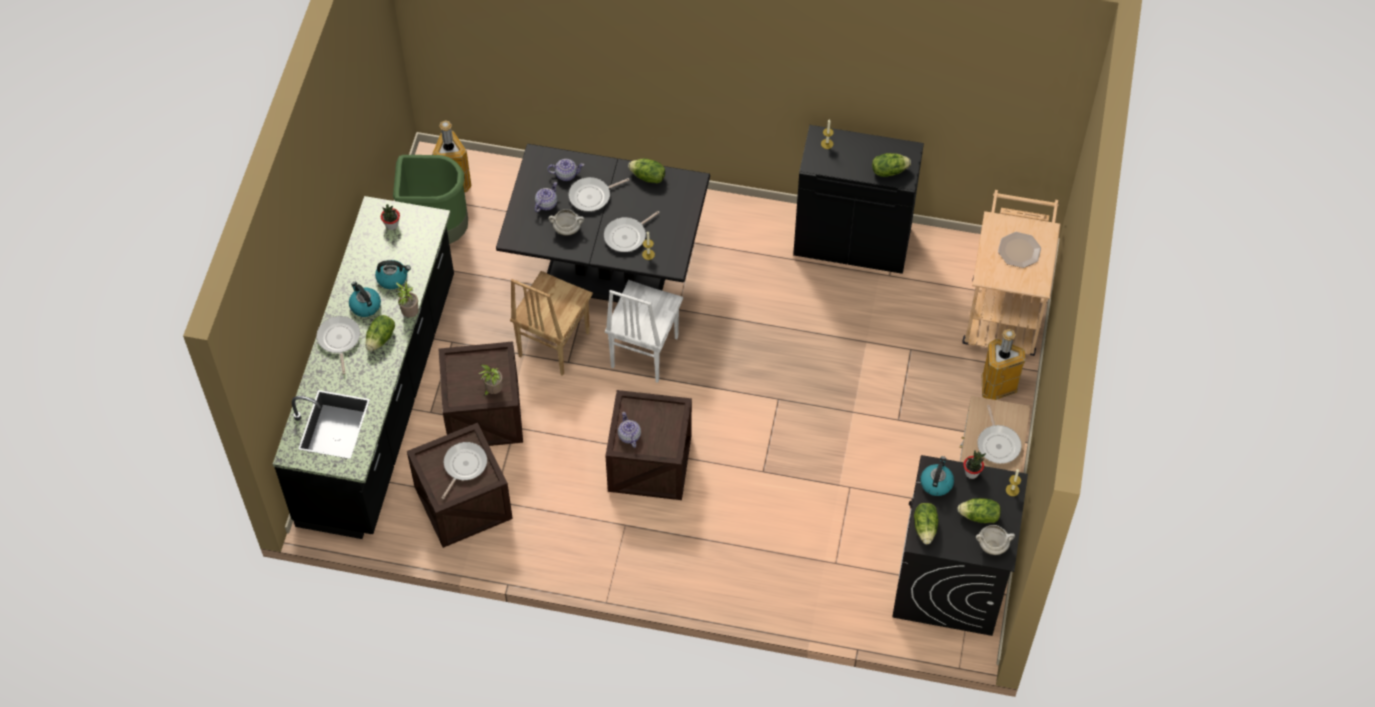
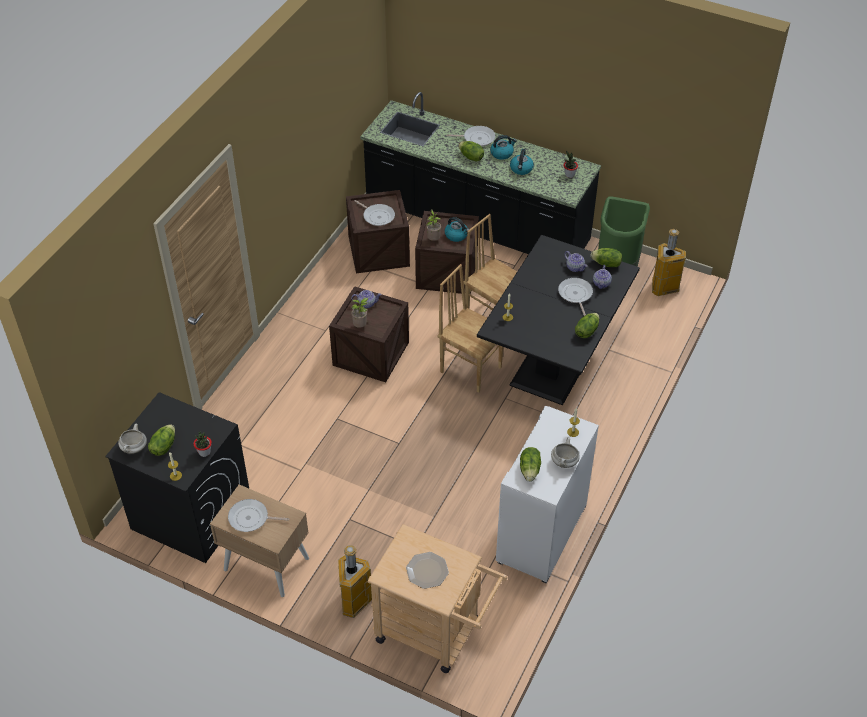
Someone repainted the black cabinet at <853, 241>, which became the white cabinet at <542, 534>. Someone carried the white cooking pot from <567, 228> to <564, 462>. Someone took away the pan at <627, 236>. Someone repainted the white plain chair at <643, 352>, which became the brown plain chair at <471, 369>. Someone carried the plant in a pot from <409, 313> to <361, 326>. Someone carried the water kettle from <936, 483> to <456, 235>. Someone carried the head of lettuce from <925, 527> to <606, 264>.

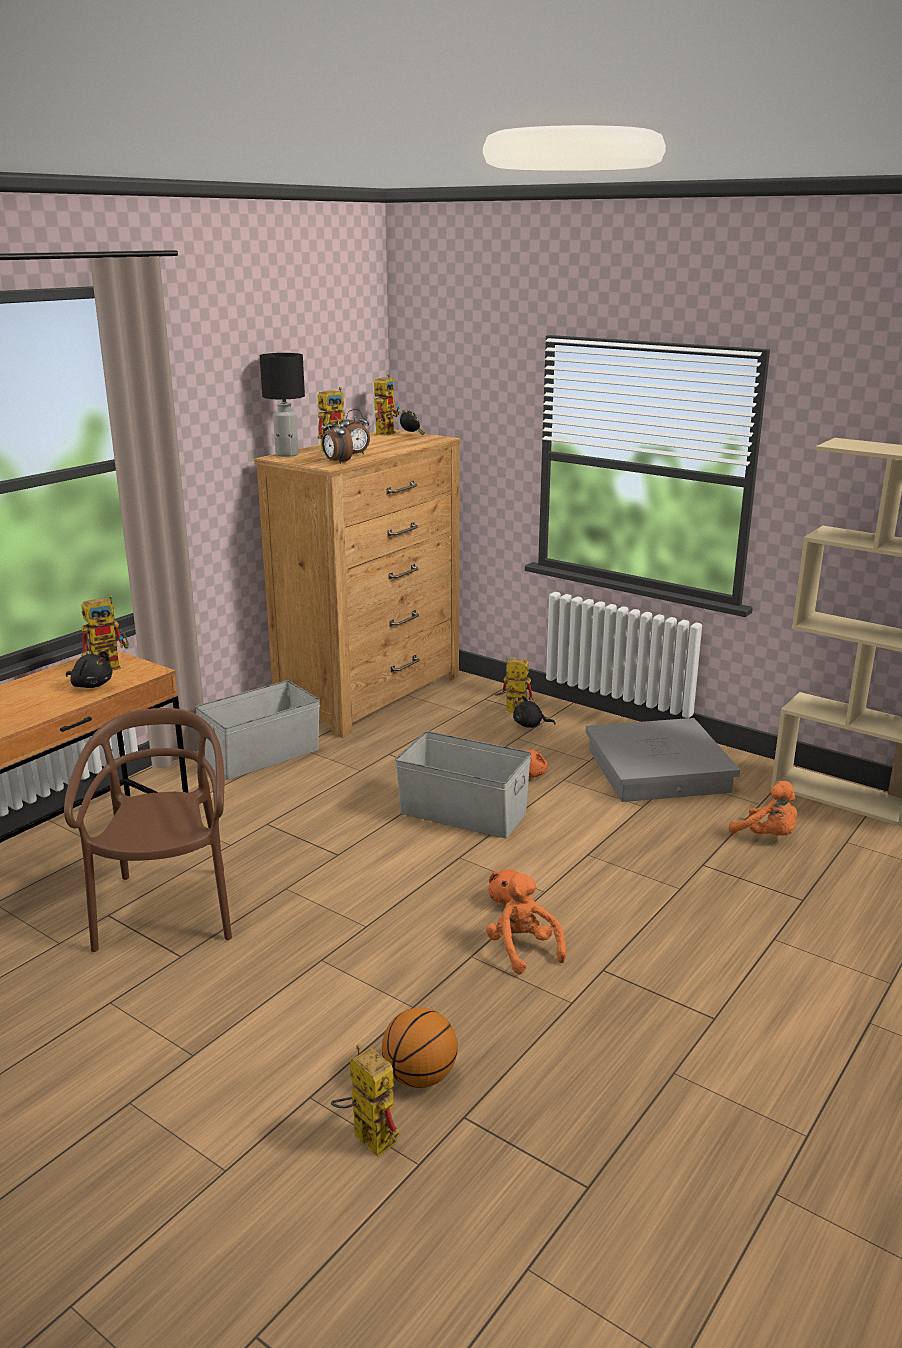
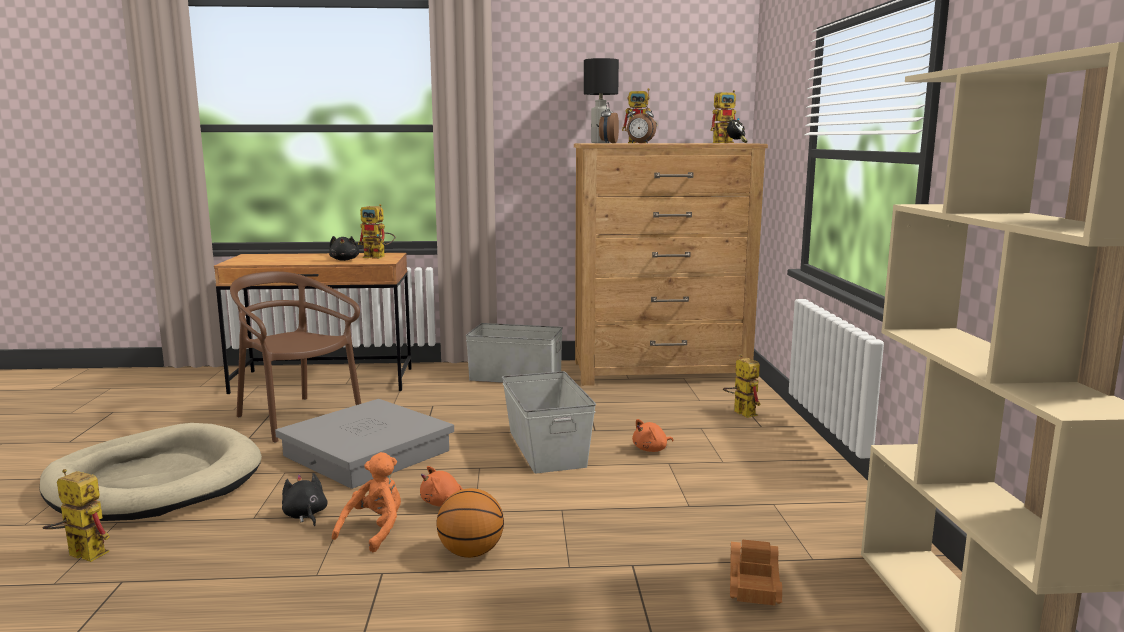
Someone carried the black soft toy from <530, 725> to <305, 515>. Someone rotated the brown plain chair at <168, 909> by 90 degrees counterclockwise. Someone carried the gray storage container from <658, 770> to <367, 453>. Someone swapped the orange soft toy at <767, 836> for the toy truck at <752, 582>. Someone carried the basketball ball from <420, 1076> to <471, 553>. Someone rotated the robot figure at <365, 1136> by 75 degrees counterclockwise. Someone put down the beige-coloured dog cushion at <155, 481>.

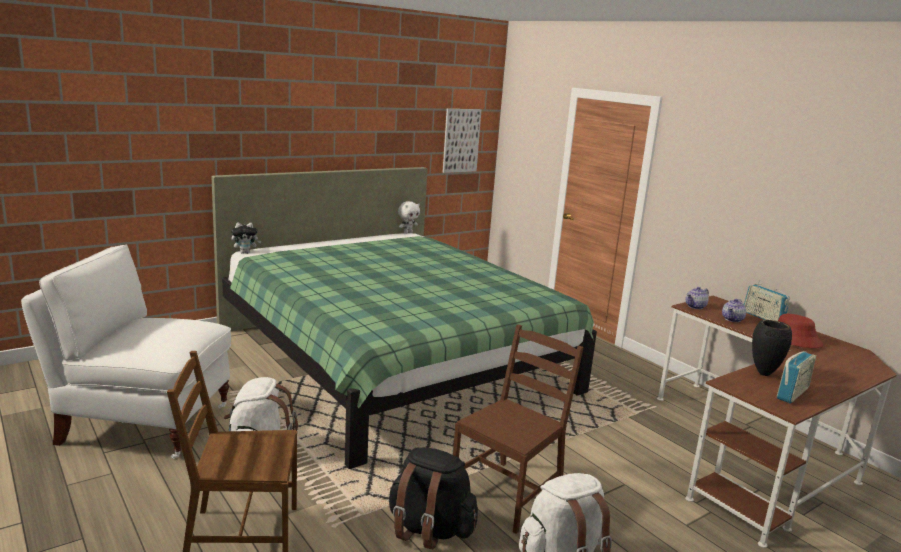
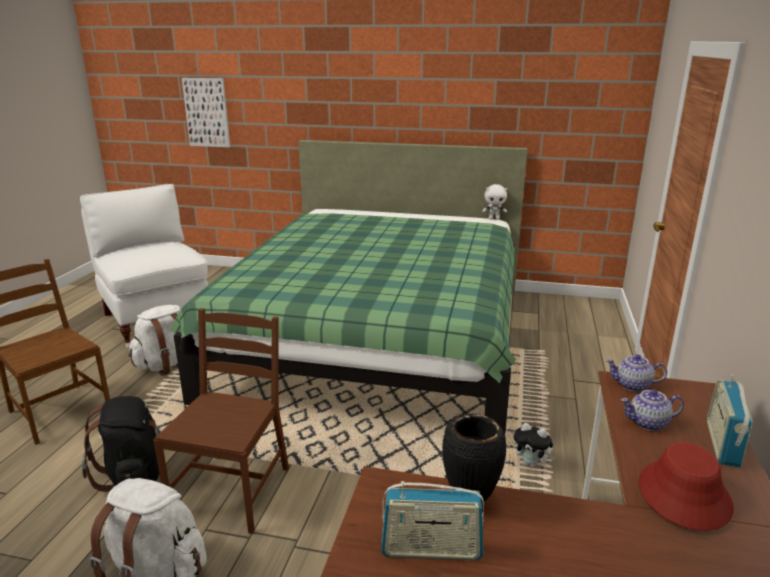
Someone carried the wall picture from <461, 140> to <207, 112>. Someone carried the soft toy from <245, 252> to <531, 464>. Someone rotated the brown plain chair at <508, 494> by 75 degrees counterclockwise.

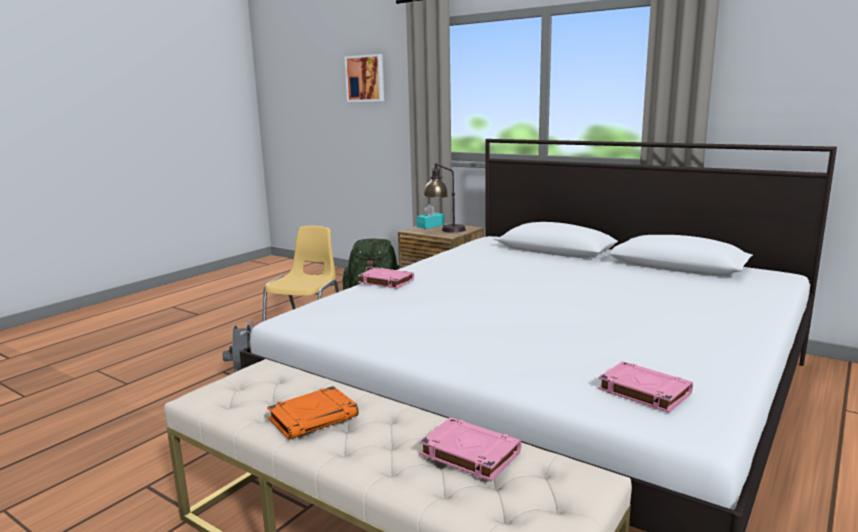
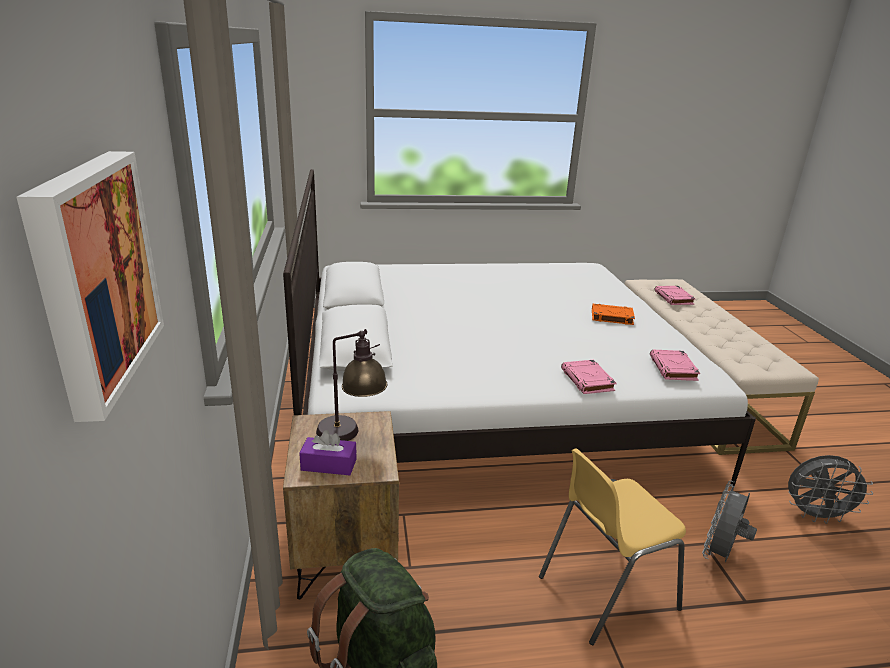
Someone repainted the blue-green tissue box at <430, 226>, which became the purplish tissue box at <329, 465>. Someone carried the pinkish bound book from <643, 391> to <673, 369>. Someone carried the orange bound book from <314, 417> to <611, 317>. Someone put down the gray electric fan at <815, 515>.

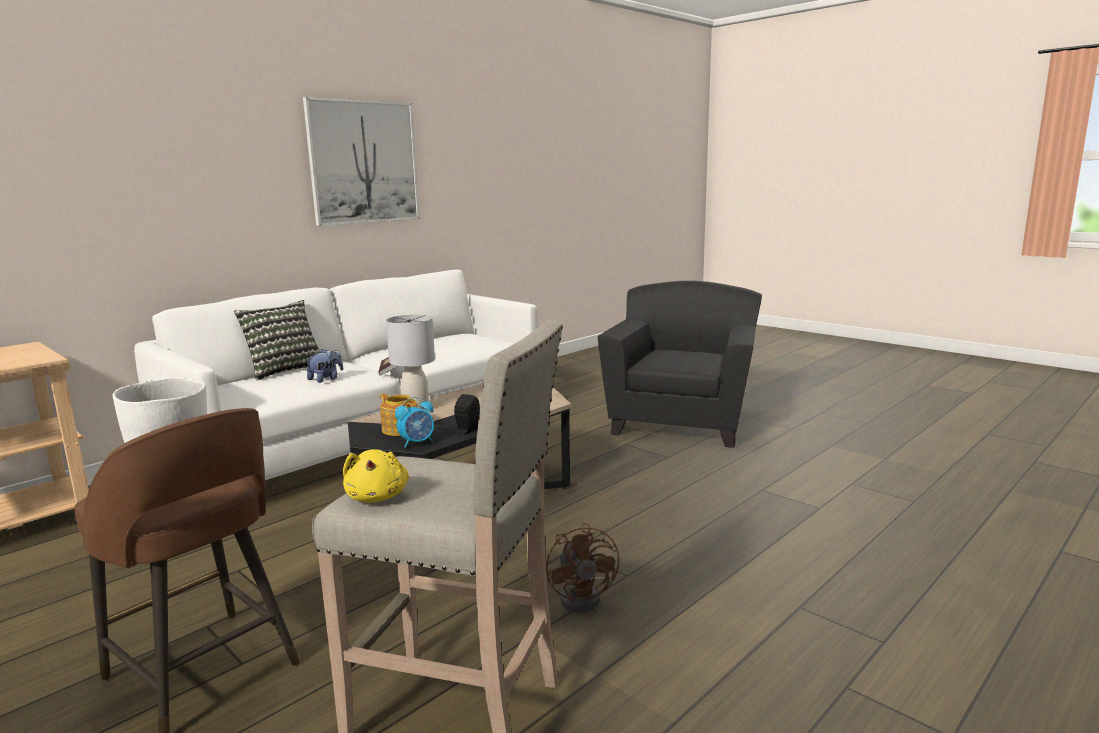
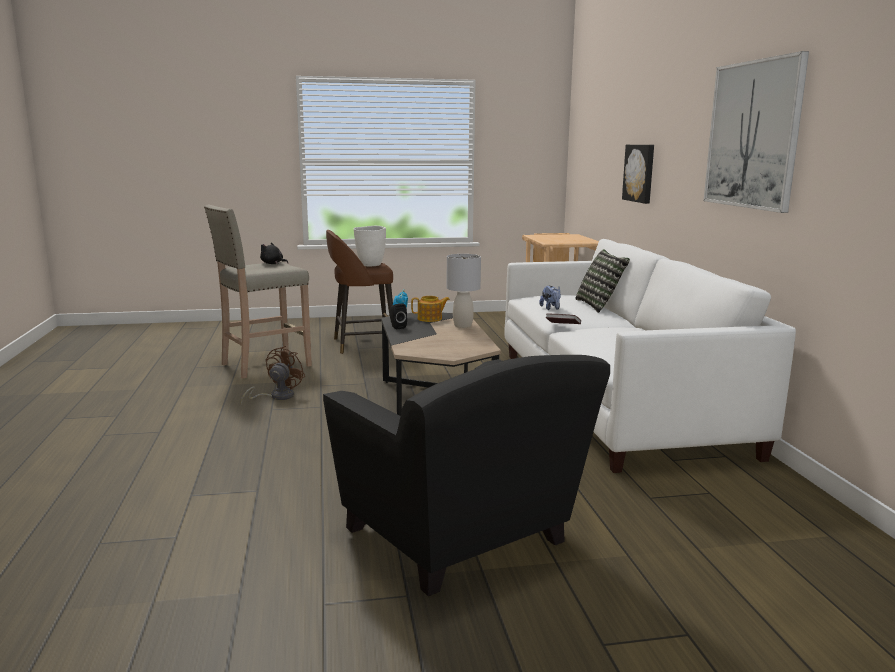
Someone repainted the yellow soft toy at <377, 496>, which became the black soft toy at <273, 264>. Someone rotated the brown electric fan at <585, 597> by 90 degrees clockwise. Someone put up the wall picture at <640, 173>.

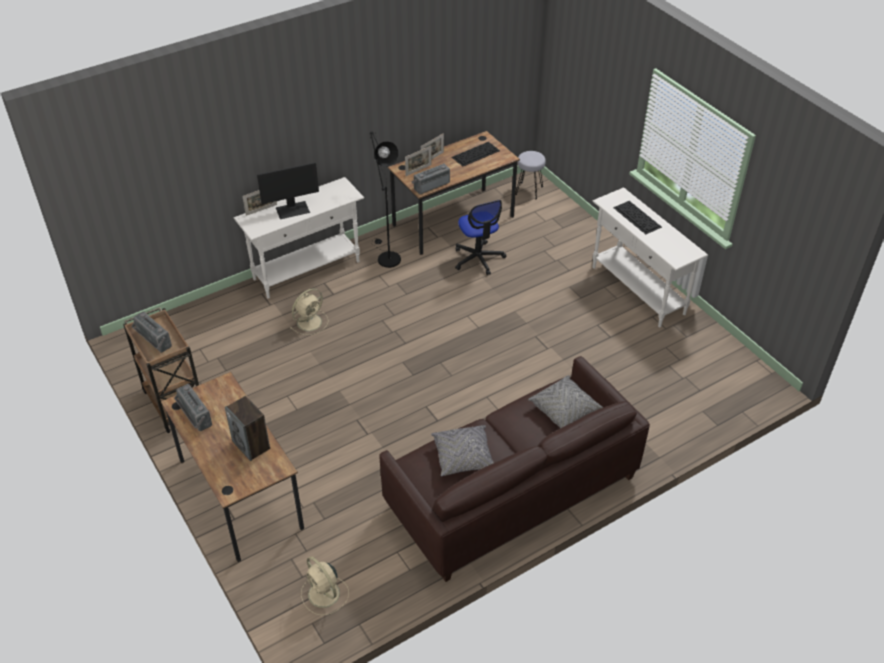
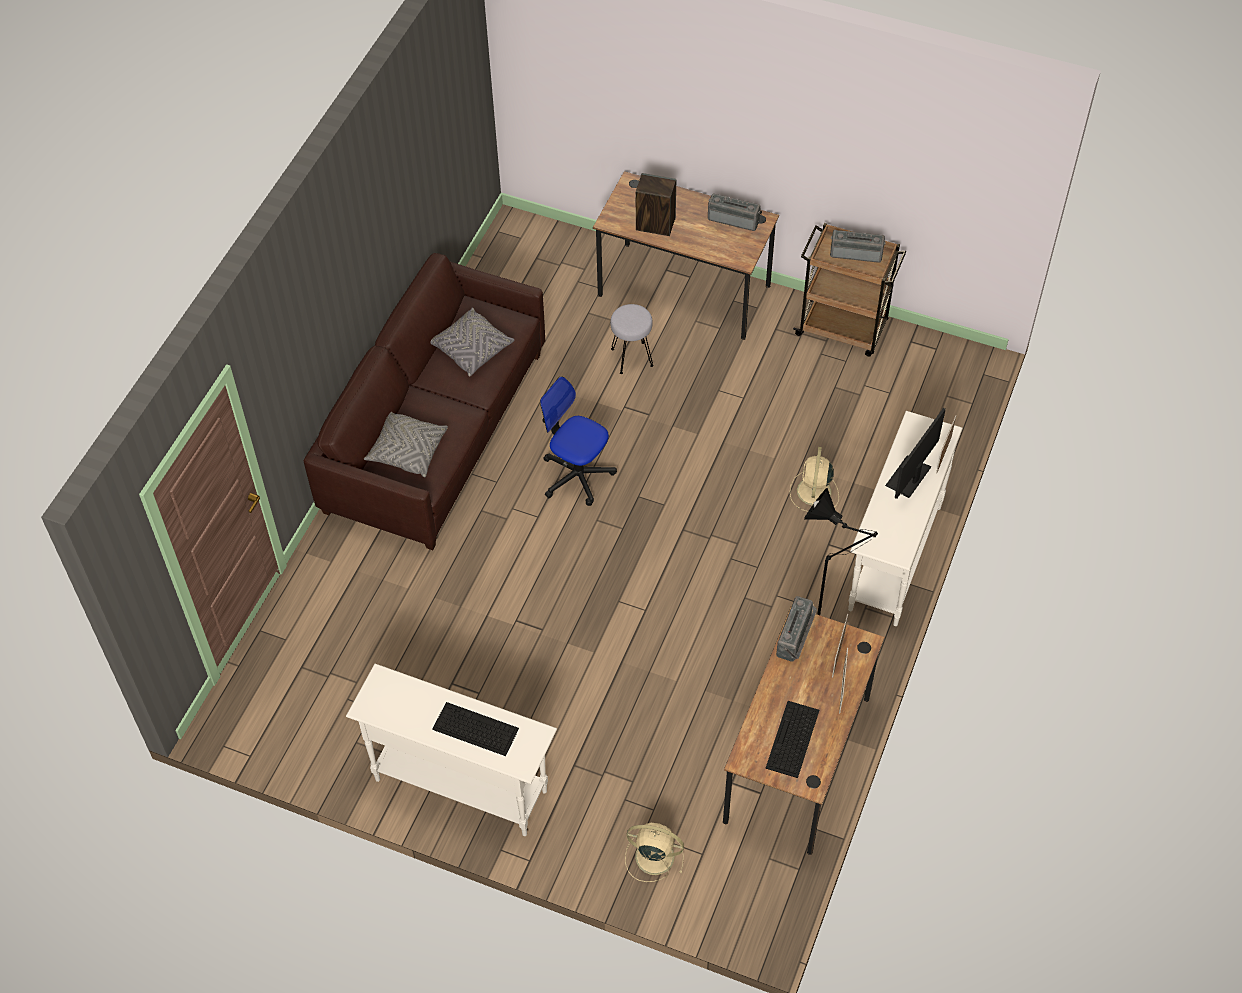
Someone carried the gray sitting stool from <529, 191> to <631, 357>. Someone carried the computer chair from <478, 259> to <577, 475>. Someone carried the beige-coloured electric fan from <325, 595> to <653, 856>.

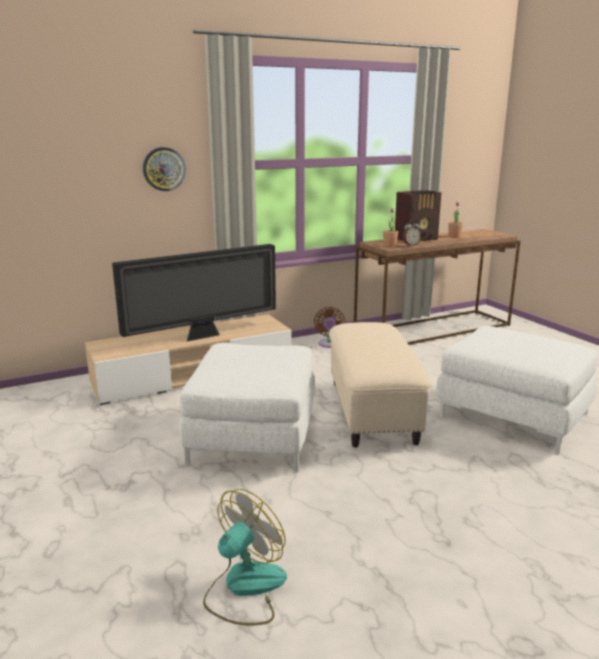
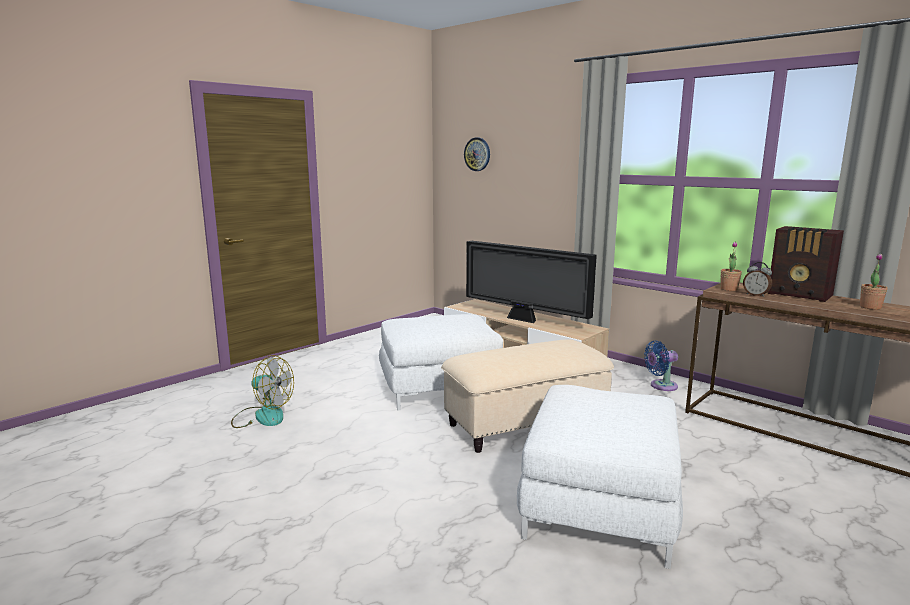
Someone carried the hanging clock from <164, 169> to <477, 154>. Someone repainted the brown electric fan at <329, 344>, which became the blue electric fan at <661, 386>.

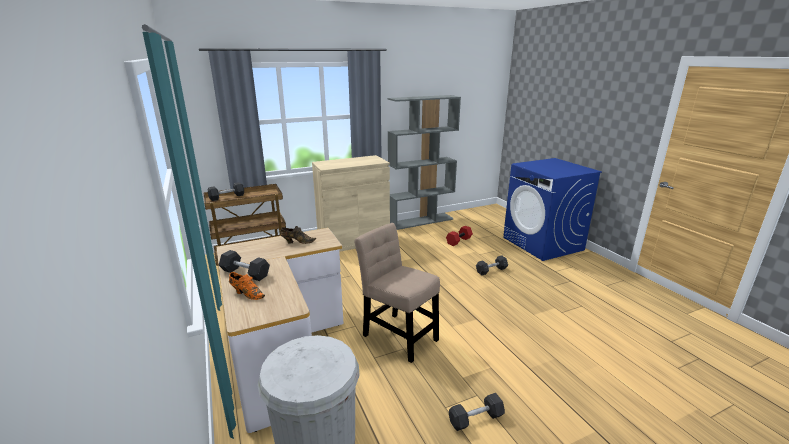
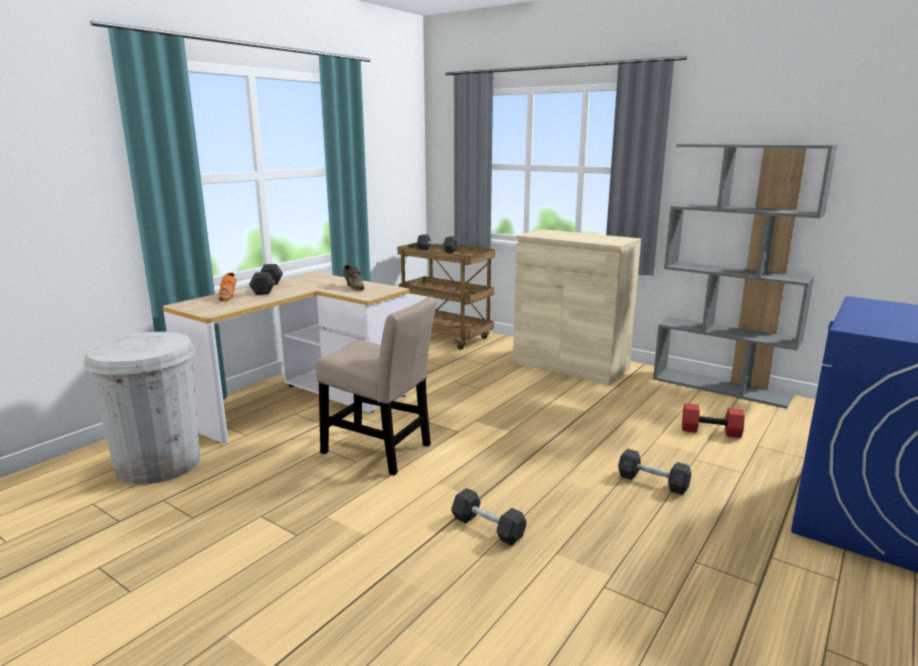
Someone rotated the beige-coloured plain chair at <398, 335> by 105 degrees clockwise. Someone carried the gray free weight from <475, 419> to <488, 528>.

